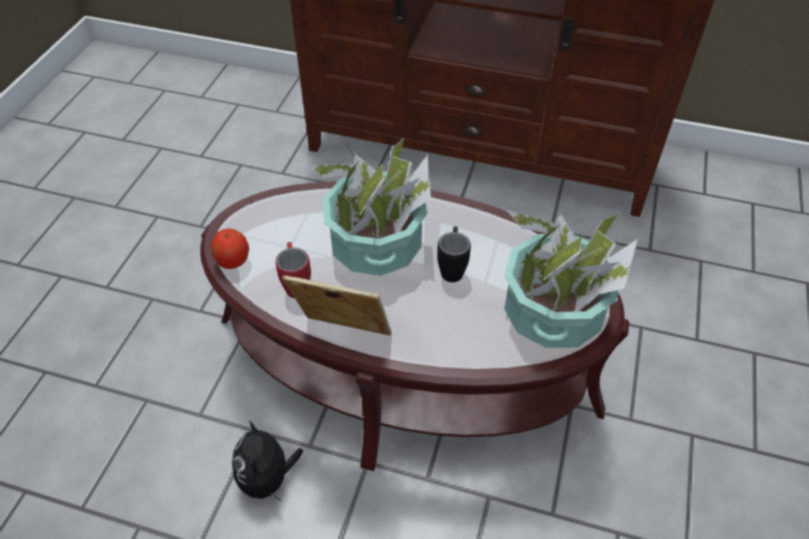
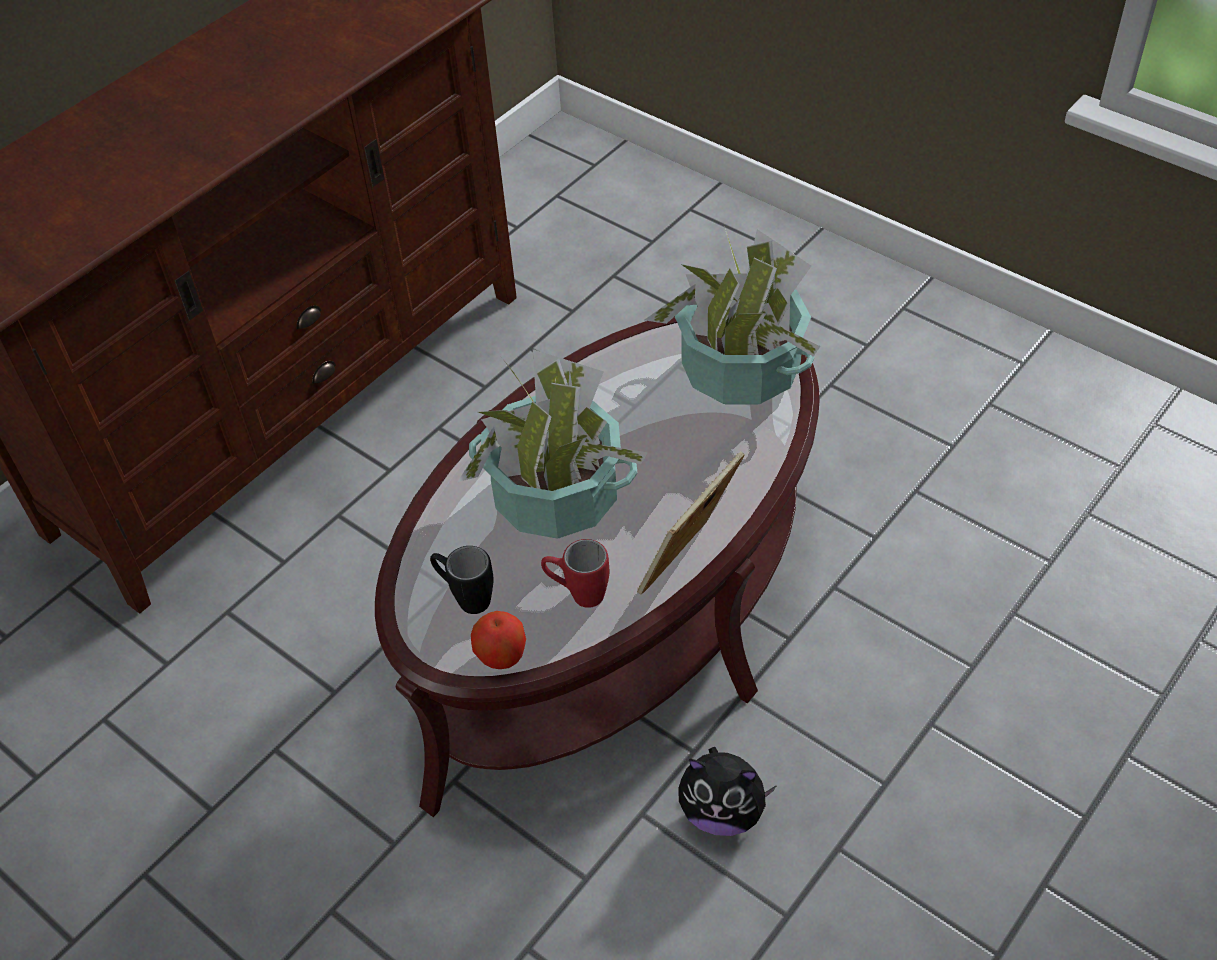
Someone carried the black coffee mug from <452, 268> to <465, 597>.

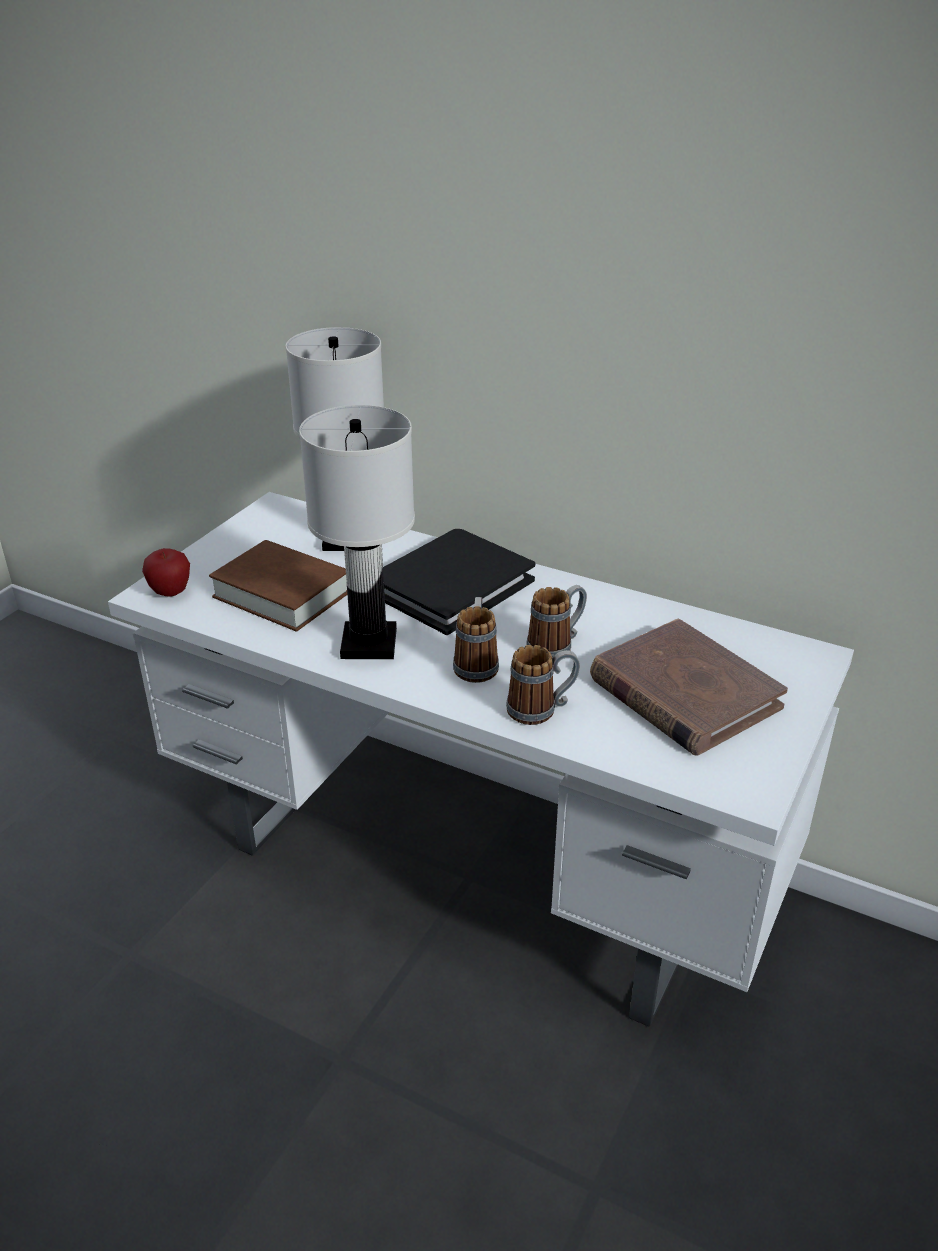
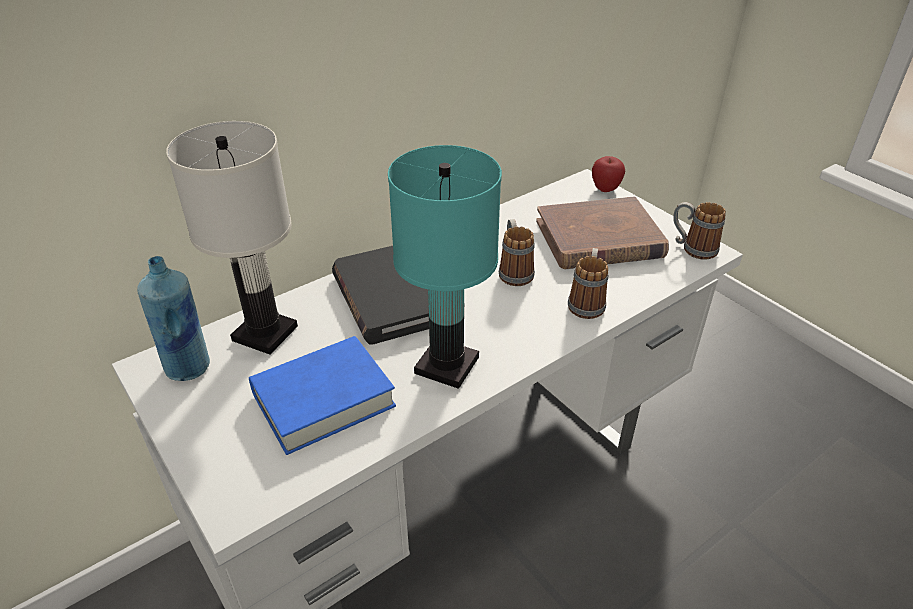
Someone repainted the white tabletop lamp at <370, 643>, which became the blue-green tabletop lamp at <446, 364>. Someone repainted the brown bound book at <283, 594>, which became the blue bound book at <323, 400>. Someone carried the apple from <171, 593> to <605, 189>. Someone carried the coffee mug from <476, 663> to <692, 248>. Someone put down the blue drink bottle at <189, 367>.

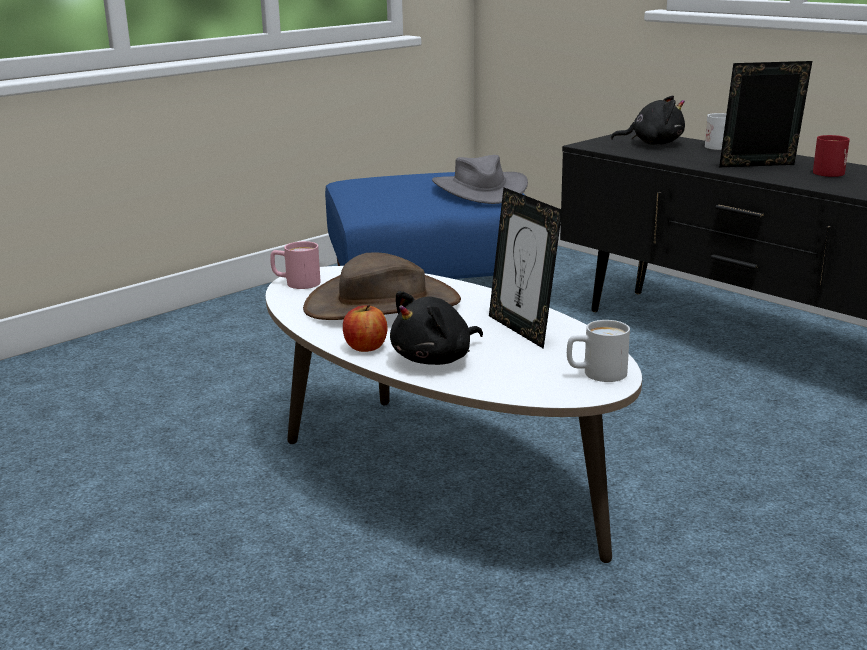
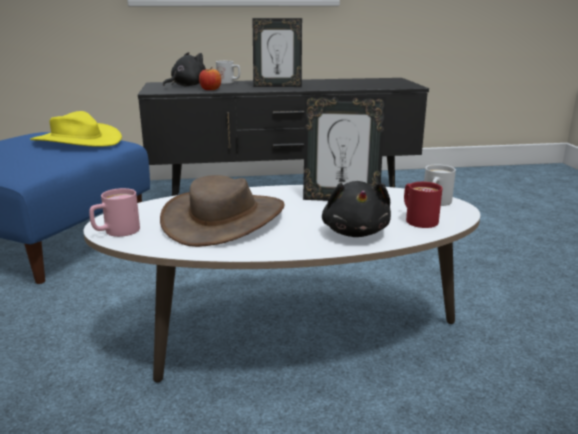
Someone rotated the photo frame at <759, 167> by 120 degrees counterclockwise. Someone carried the red coffee mug from <829, 171> to <417, 219>. Someone repainted the gray hat at <479, 190>, which became the yellow hat at <77, 141>. Someone carried the apple from <366, 347> to <210, 89>.

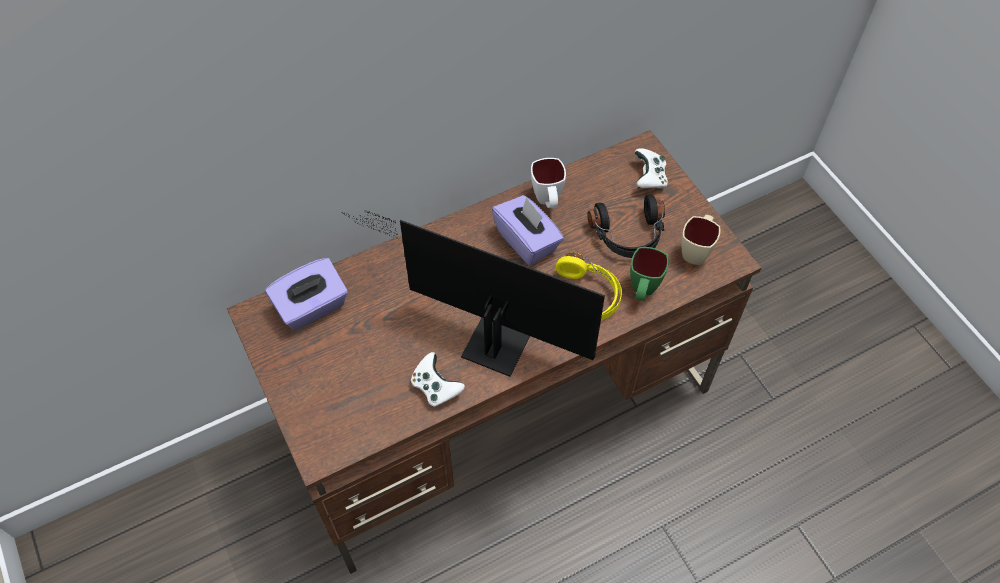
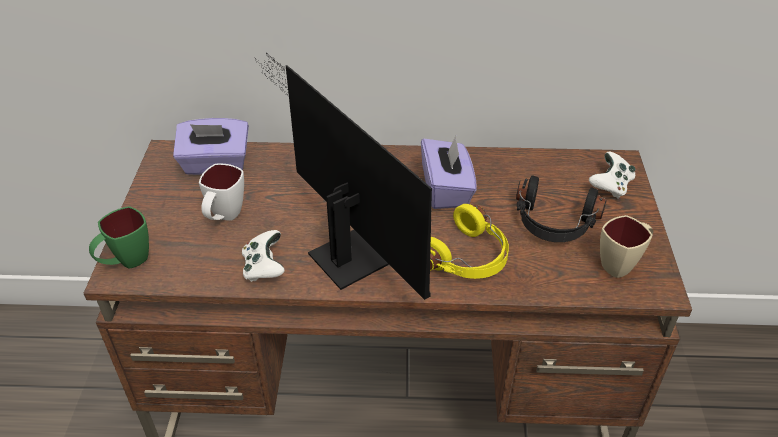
Someone carried the white coffee mug from <548, 201> to <224, 217>. Someone carried the greenish coffee mug from <642, 291> to <126, 262>.

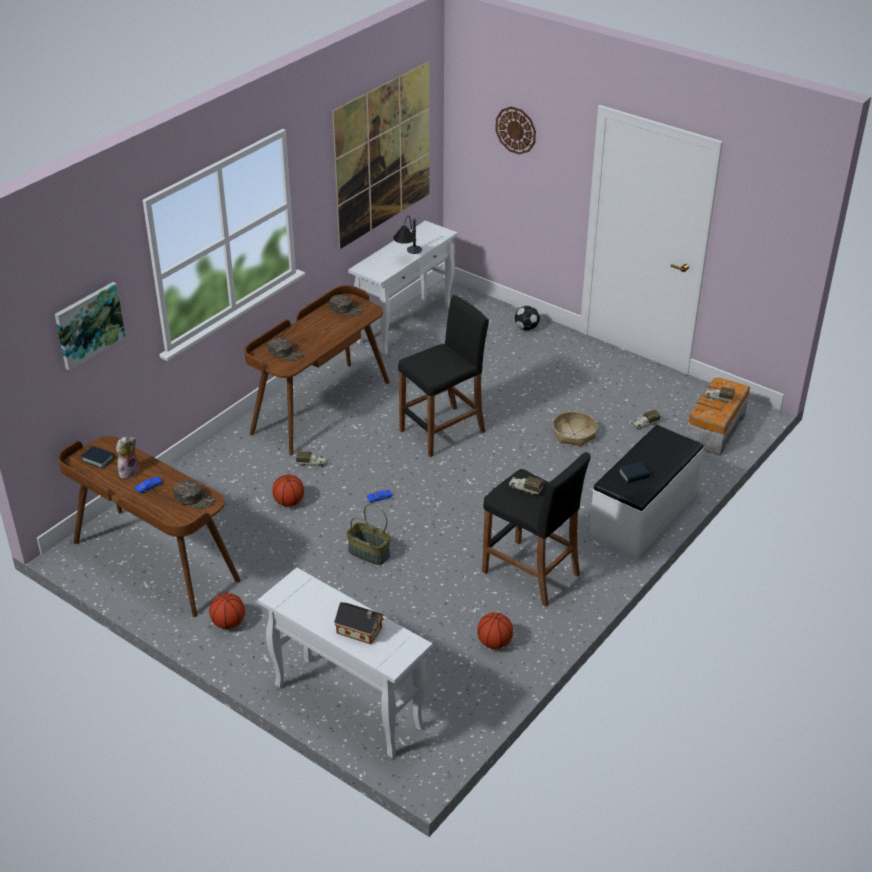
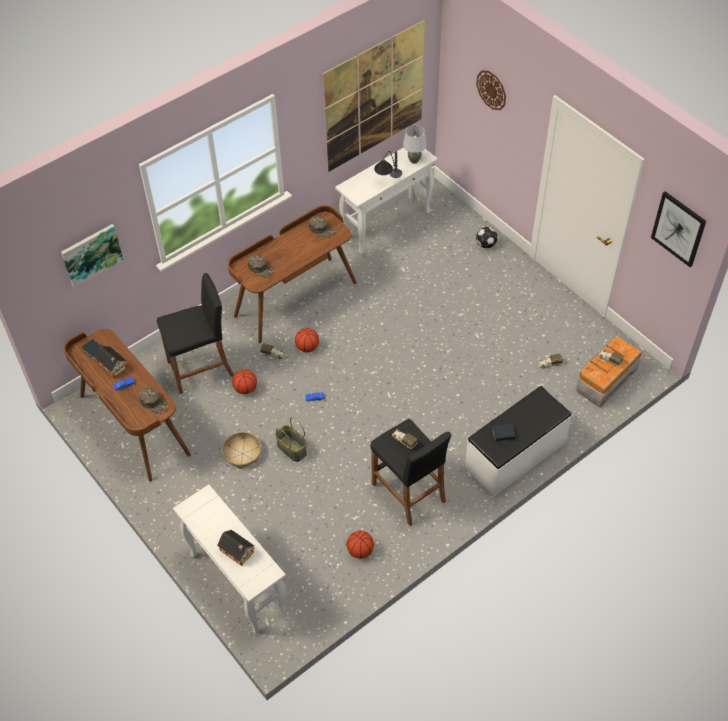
Someone carried the black sitting stool from <443, 431> to <201, 369>. Someone carried the basket from <574, 434> to <242, 453>. Someone swapped the soft toy at <128, 471> for the toy house at <113, 366>. Someone carried the basketball ball from <229, 623> to <307, 347>. Someone put down the gray tabletop lamp at <414, 160>. Someone put up the wall picture at <678, 228>.

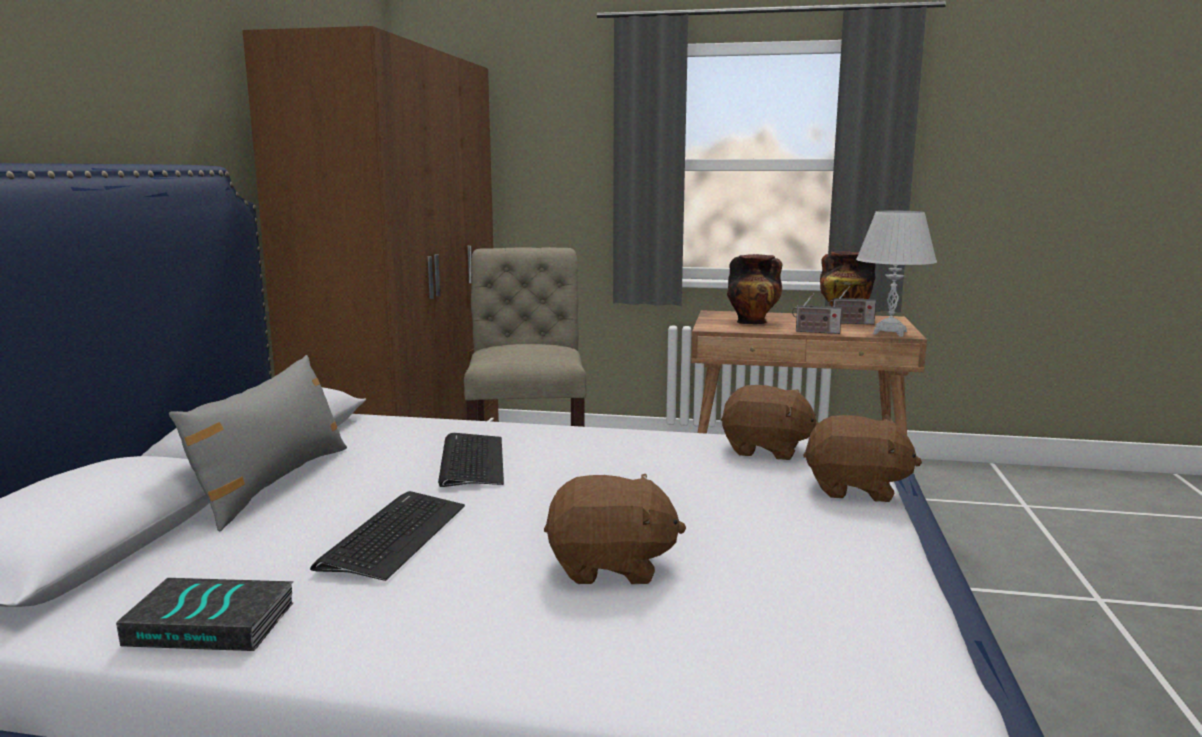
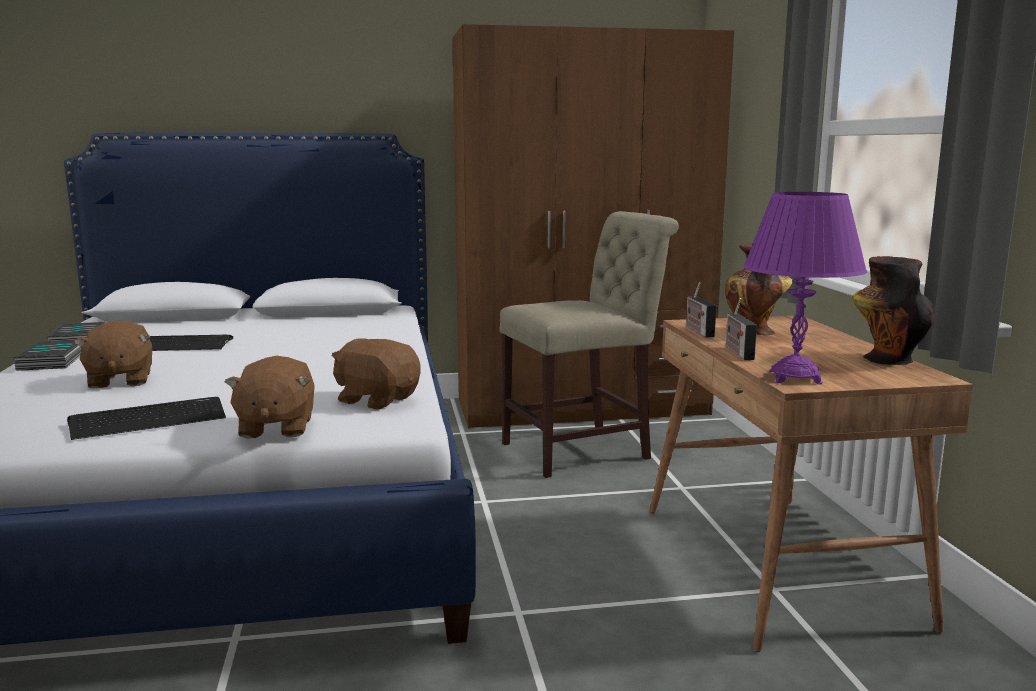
Someone repainted the white tabletop lamp at <890, 333>, which became the purplish tabletop lamp at <795, 377>. Someone carried the radio receiver from <850, 323> to <698, 331>. Someone took away the gray pillow at <273, 483>. Someone rotated the brown soft toy at <766, 450> by 120 degrees clockwise. Someone carried the computer keyboard from <471, 461> to <149, 420>. Someone put down the bound book at <53, 361>.

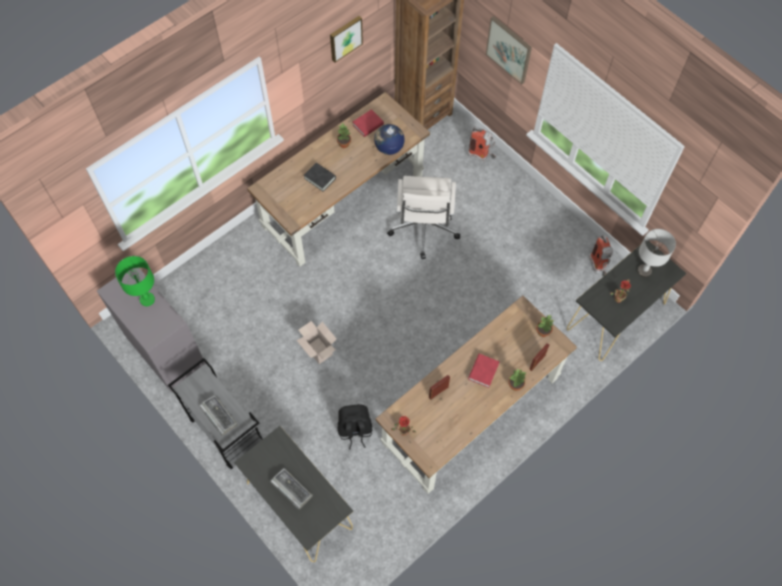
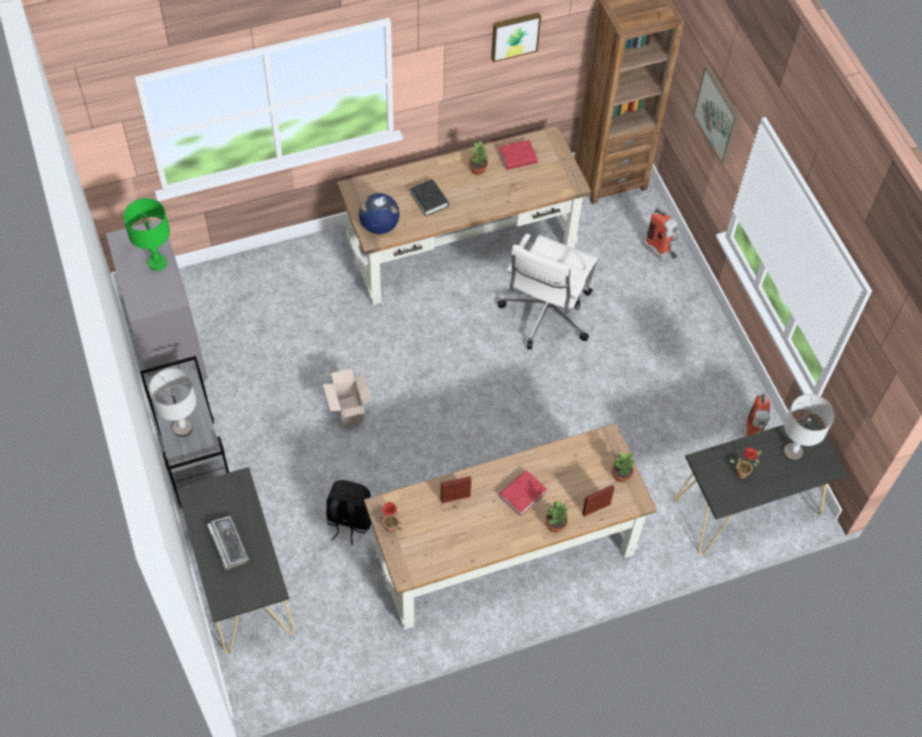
Someone carried the desk globe from <389, 148> to <379, 226>. Someone swapped the computer keyboard at <218, 415> for the gray tabletop lamp at <182, 428>.

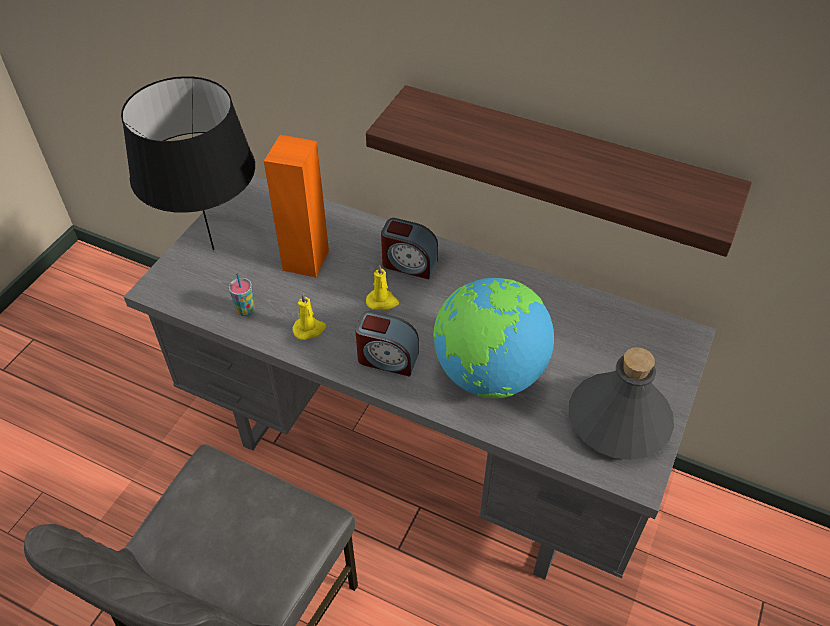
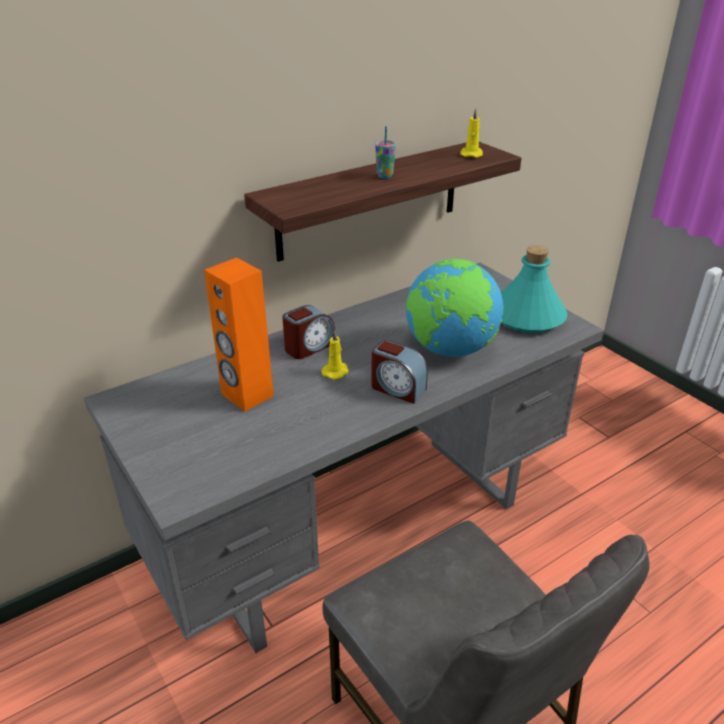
Someone took away the black tabletop lamp at <214, 249>. Someone carried the small cup from <245, 310> to <384, 176>. Someone carried the yellow wax light from <309, 329> to <471, 154>. Someone rotated the bedside clock at <387, 358> by 75 degrees clockwise. Someone repainted the gray drink bottle at <619, 420>, which became the blue-green drink bottle at <527, 317>.

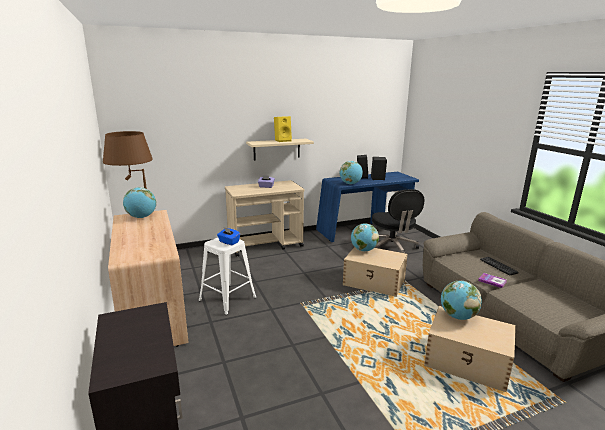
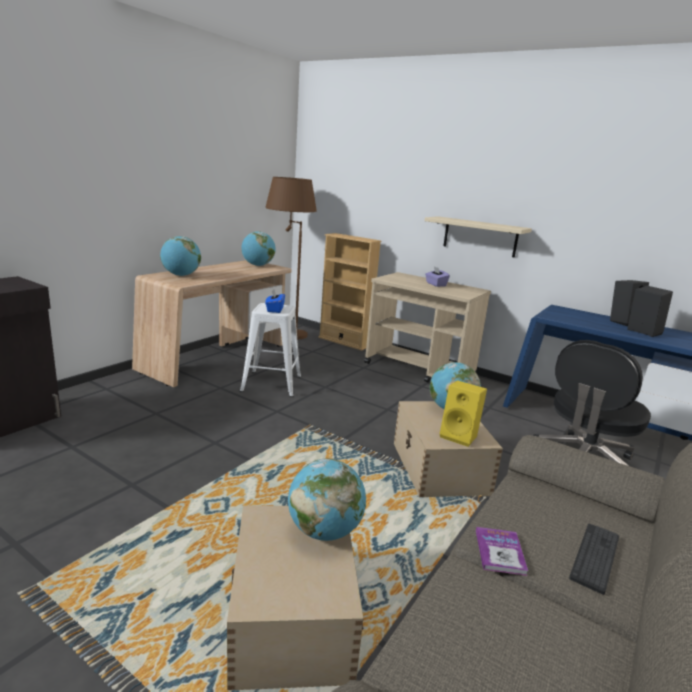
Someone carried the yellow audio speaker from <283, 140> to <460, 436>. Someone carried the desk globe from <350, 184> to <181, 275>. Someone put down the beige-coloured bookshelf at <344, 342>.

